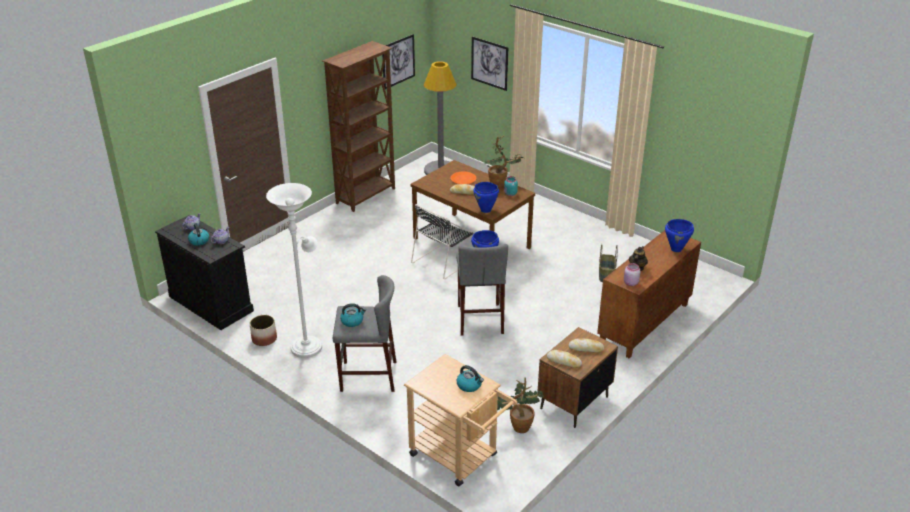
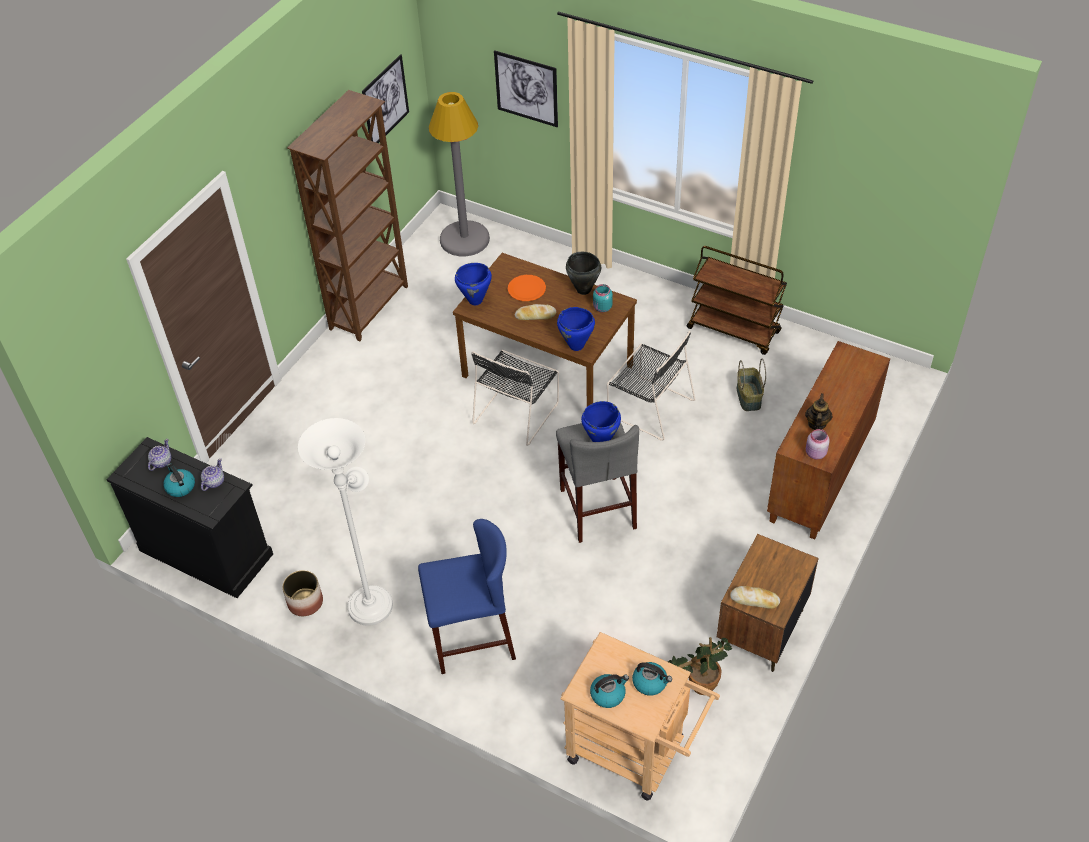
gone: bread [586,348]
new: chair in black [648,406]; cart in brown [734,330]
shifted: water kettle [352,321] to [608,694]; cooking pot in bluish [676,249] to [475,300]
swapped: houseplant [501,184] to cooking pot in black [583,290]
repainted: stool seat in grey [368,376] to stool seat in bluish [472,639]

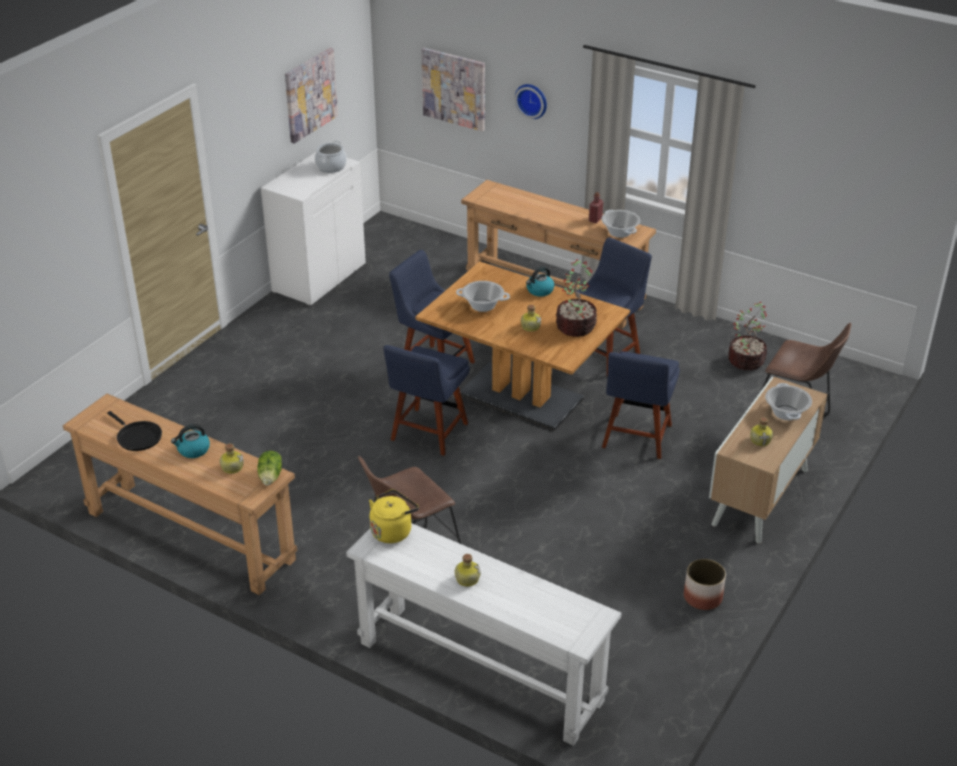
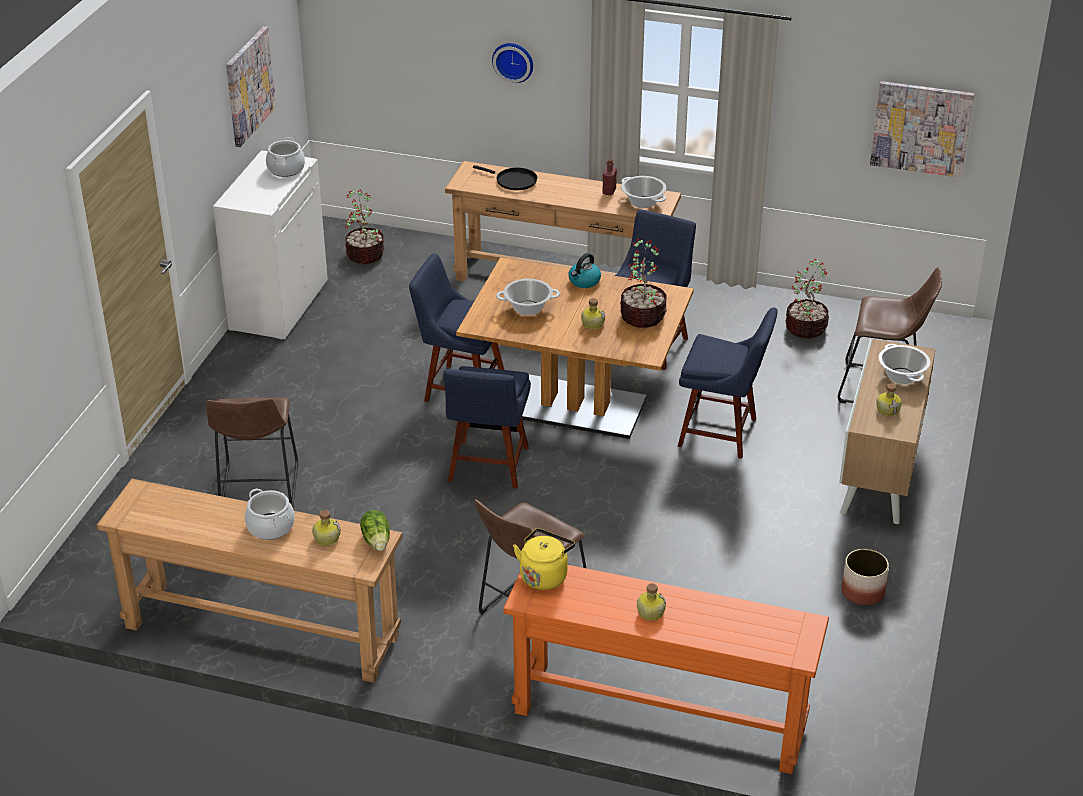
new: stool seat in brown [258,492]; houseplant [364,254]
shifted: pan in black [137,437] to [513,181]; wall picture [454,88] to [921,128]
swapped: water kettle [193,450] to cooking pot [270,526]
repainted: console table in white [480,671] to console table in orange-coloured [659,716]
rotated: chair in bluish [636,438] = [722,433] 75 degrees counterclockwise

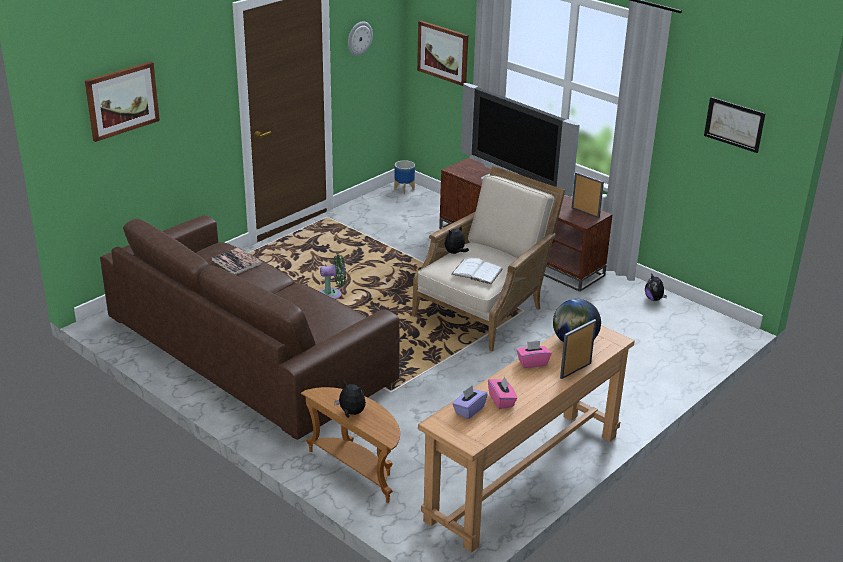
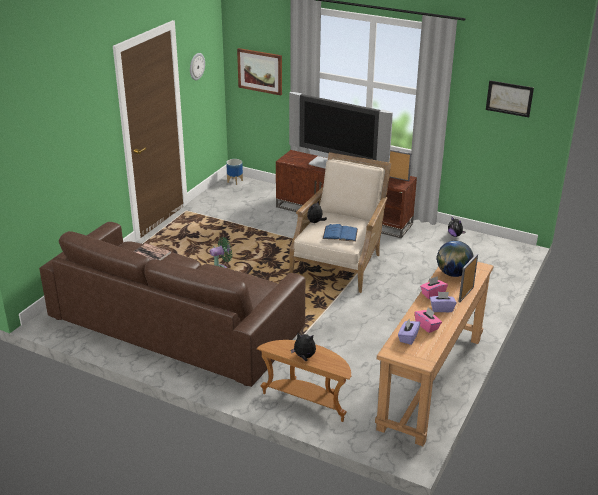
gone: wall picture [122,100]
new: tissue box in purplish [441,309]
repainted: bound book in white [477,271] to bound book in bluish [340,233]

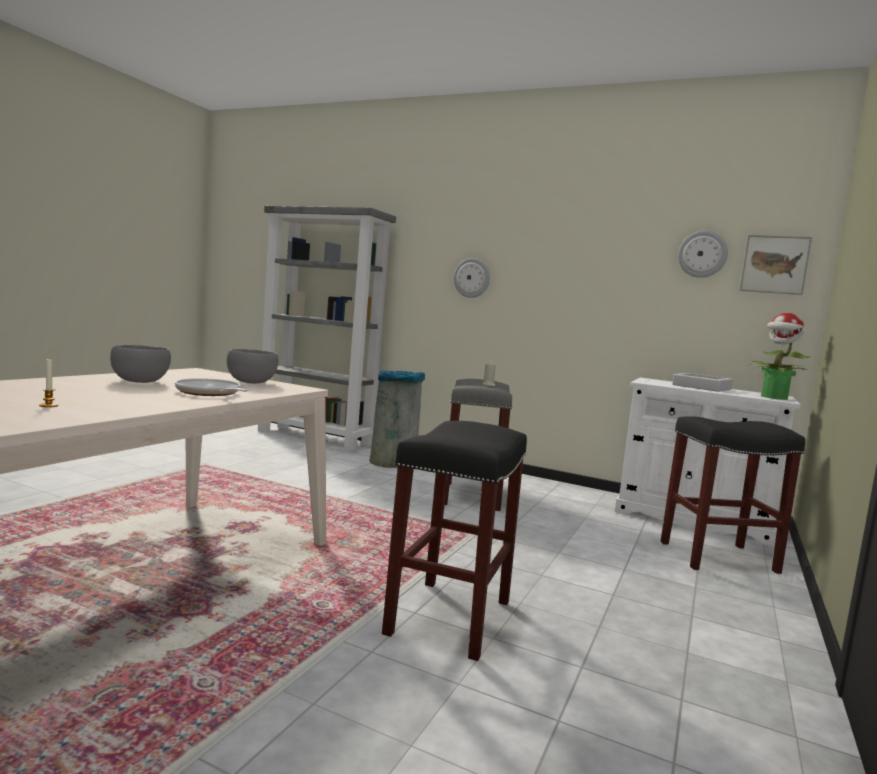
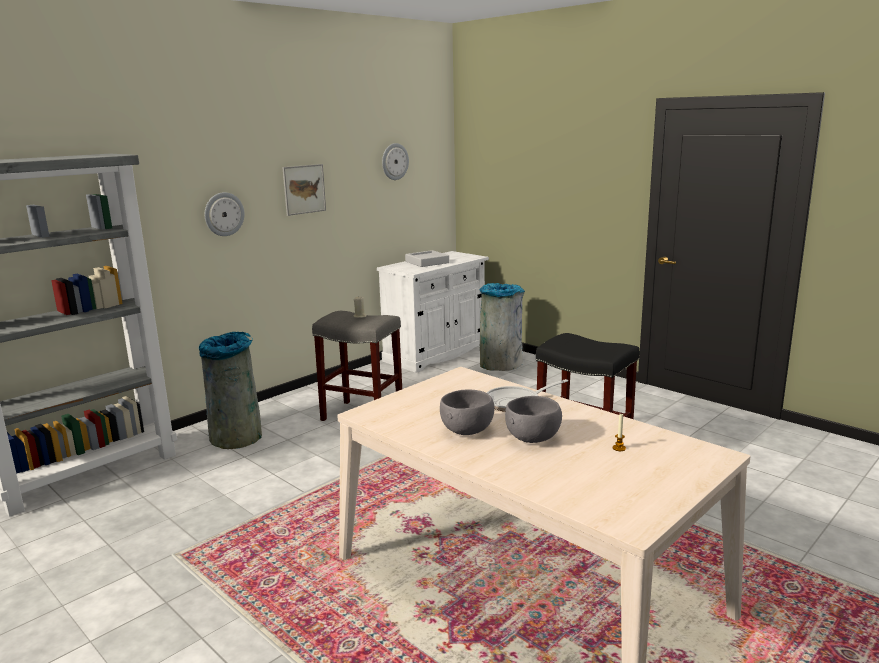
gone: houseplant [774,397]
shifted: serving bowl in grey [251,382] to [533,438]; wall picture [774,264] to [304,189]
swapped: stool seat in black [717,557] to trash can in grey [501,365]

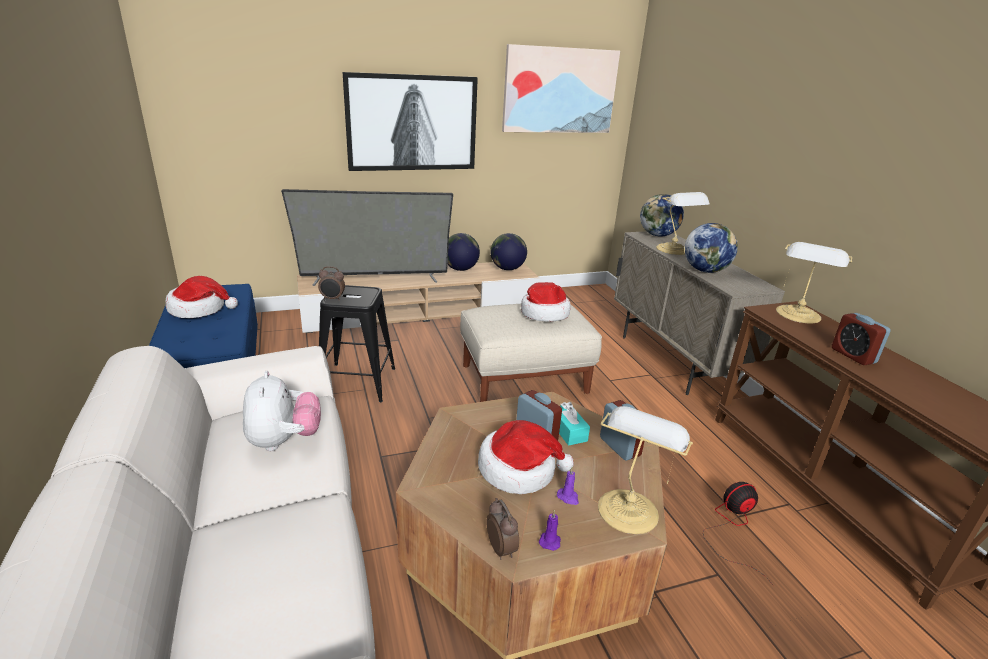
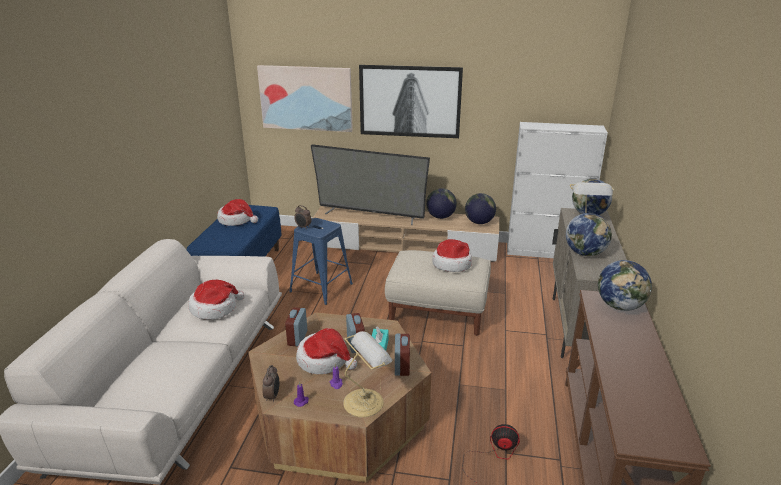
new: cupboard in white [545,252]
shifted: wall picture [559,90] to [306,98]; alarm clock [853,355] to [297,338]
swapped: soft toy [284,441] to hat [215,308]; lamp for a table [798,315] to globe [620,306]
repainted: stool seat in black [357,382] to stool seat in bluish [321,288]

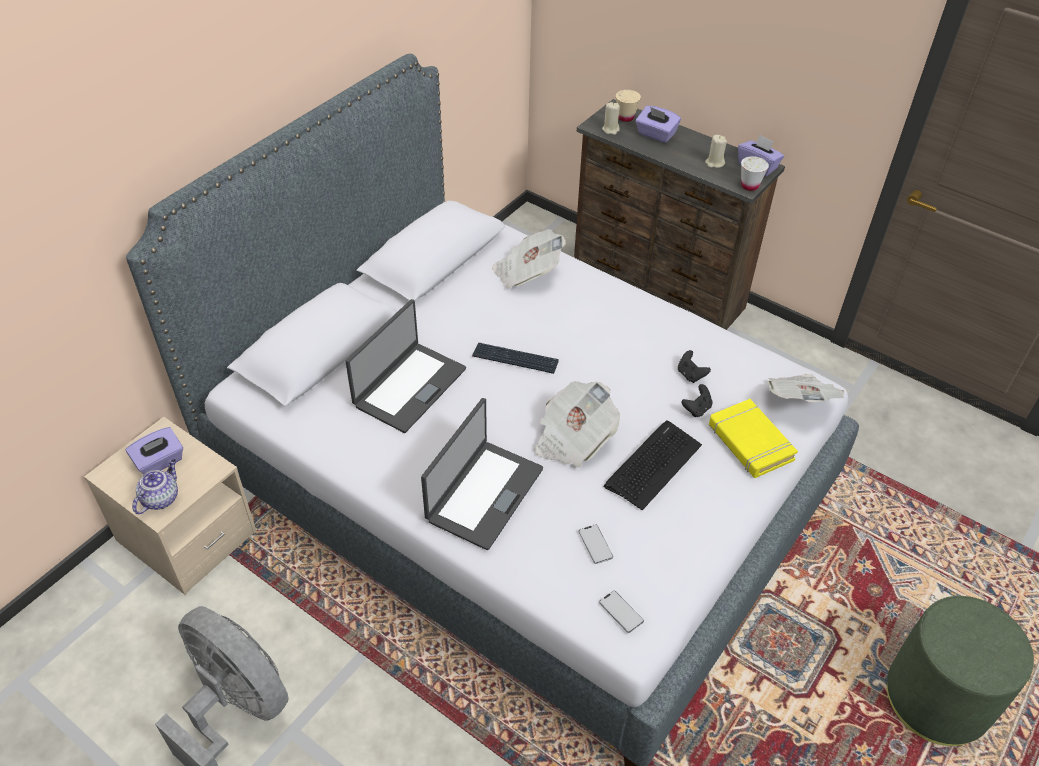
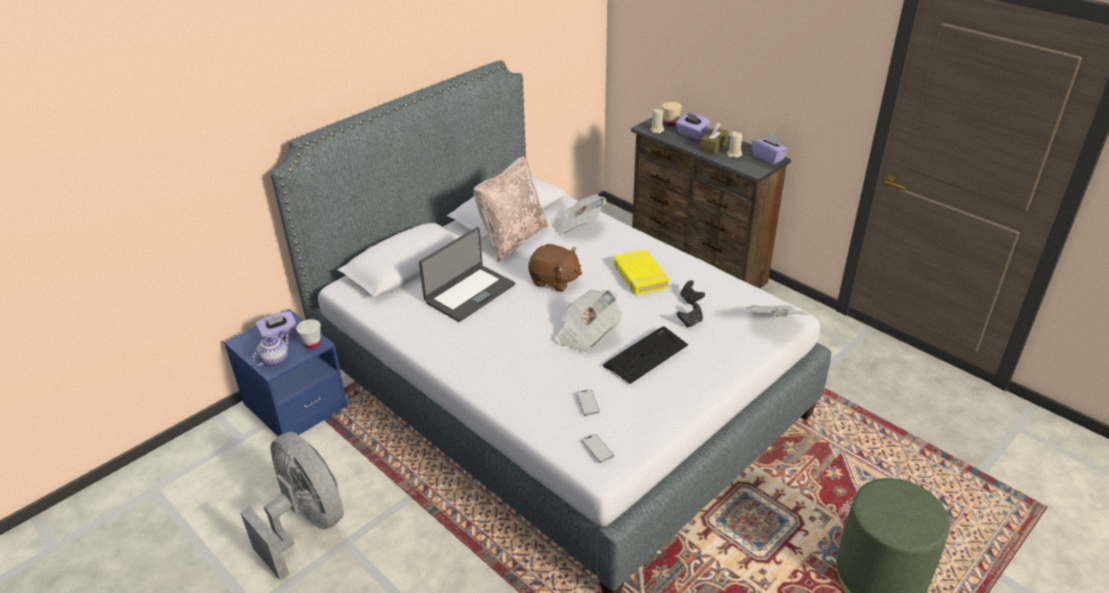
gone: notebook computer [483,494]
new: throw pillow in sand-coloured [512,239]; tissue box in brown [713,146]
shifted: bound book in yellowish [750,442] to [640,276]; cup in white [750,186] to [312,344]
swapped: computer keyboard [515,359] to soft toy in brown [554,281]
repainted: night table in sand-coloured [186,537] to night table in bluish [295,405]

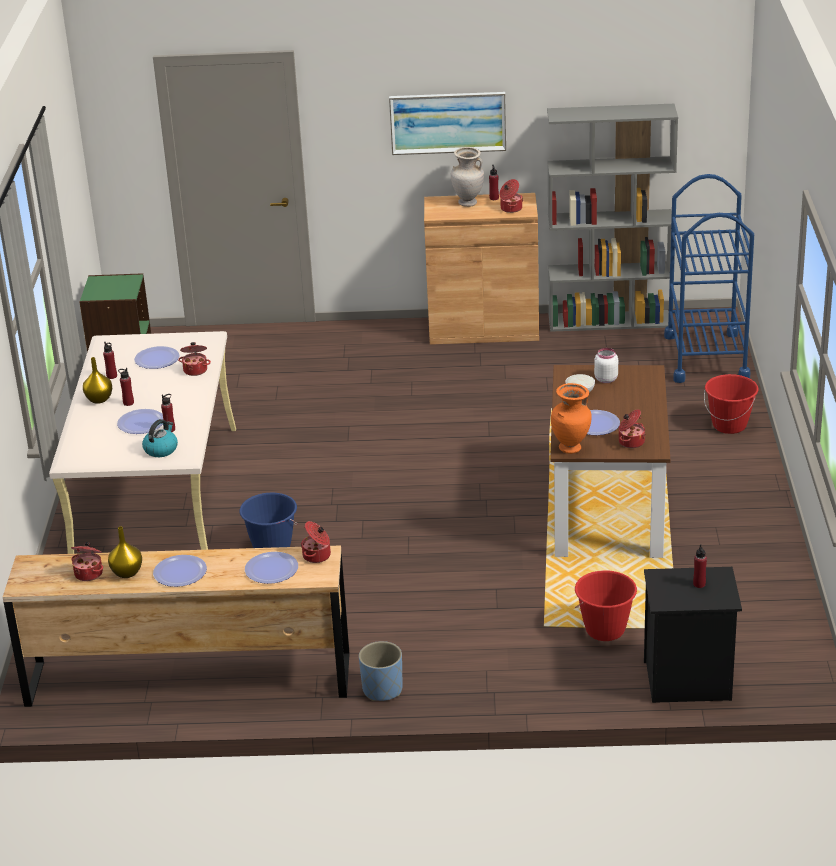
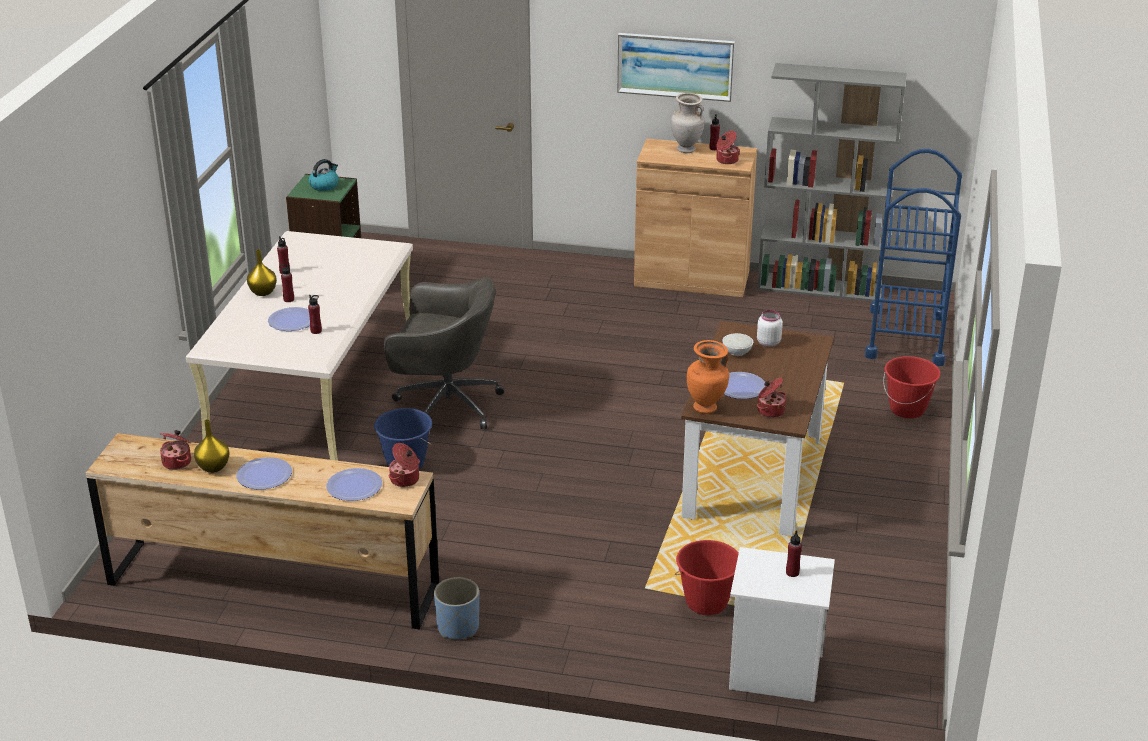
gone: flat dish [157,359]; cooking pot [195,370]
new: computer chair in grey [445,405]
shifted: water kettle [161,449] to [324,185]
repainted: night table in black [686,681] to night table in white [773,673]

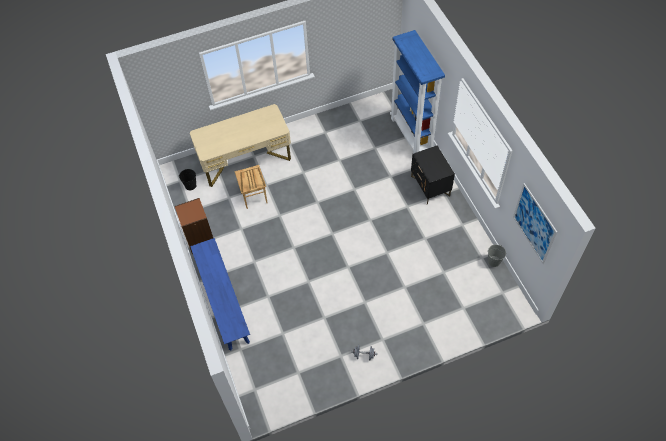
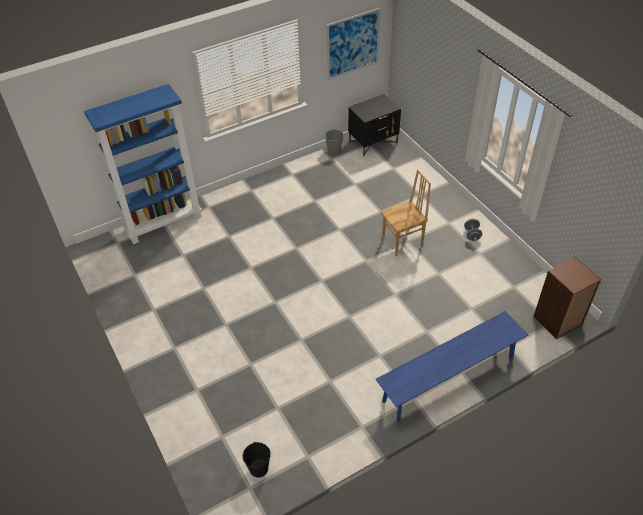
gone: desk table in sand-coloured [245,160]
shifted: bookcase in brown [200,240] to [558,321]; chair in brown [253,197] to [403,243]; night table in black [430,186] to [373,142]

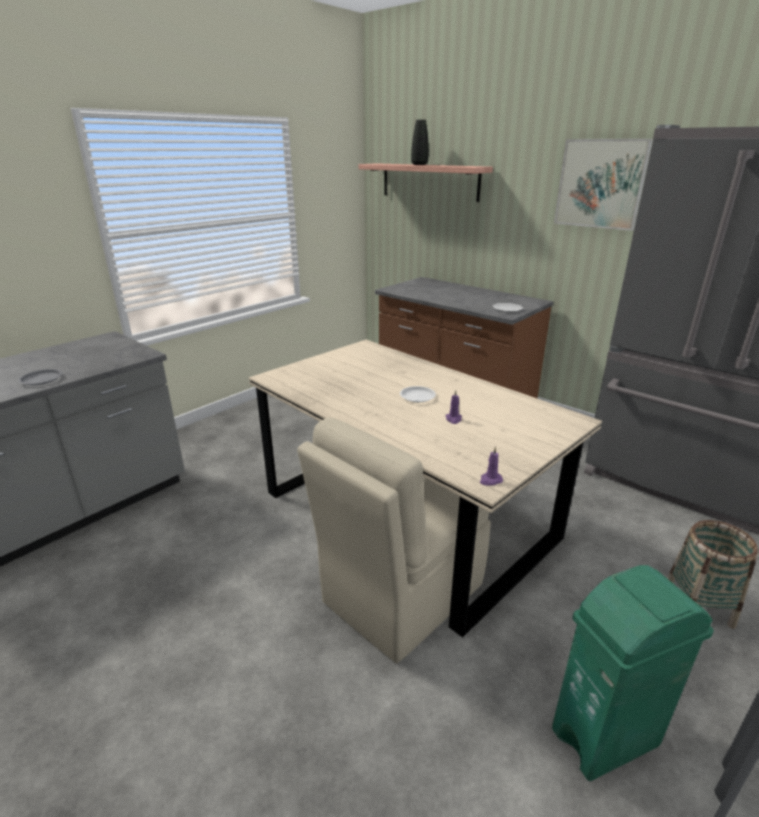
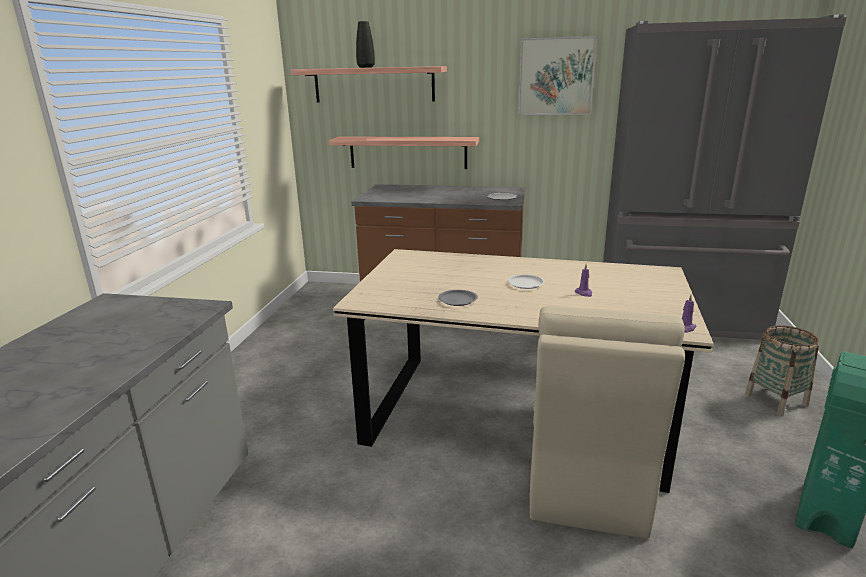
new: bracket shelf [408,152]
shifted: flat dish in grey [41,379] to [457,300]

